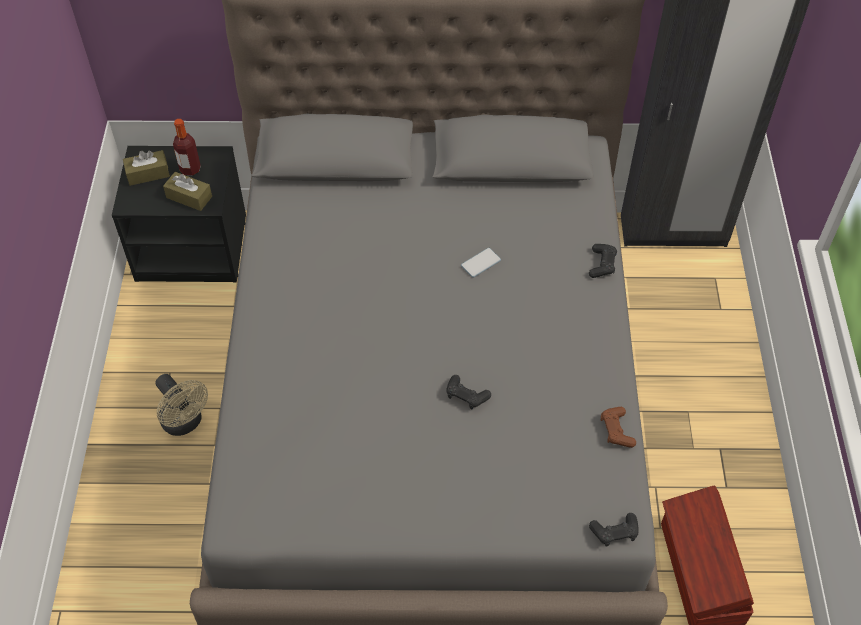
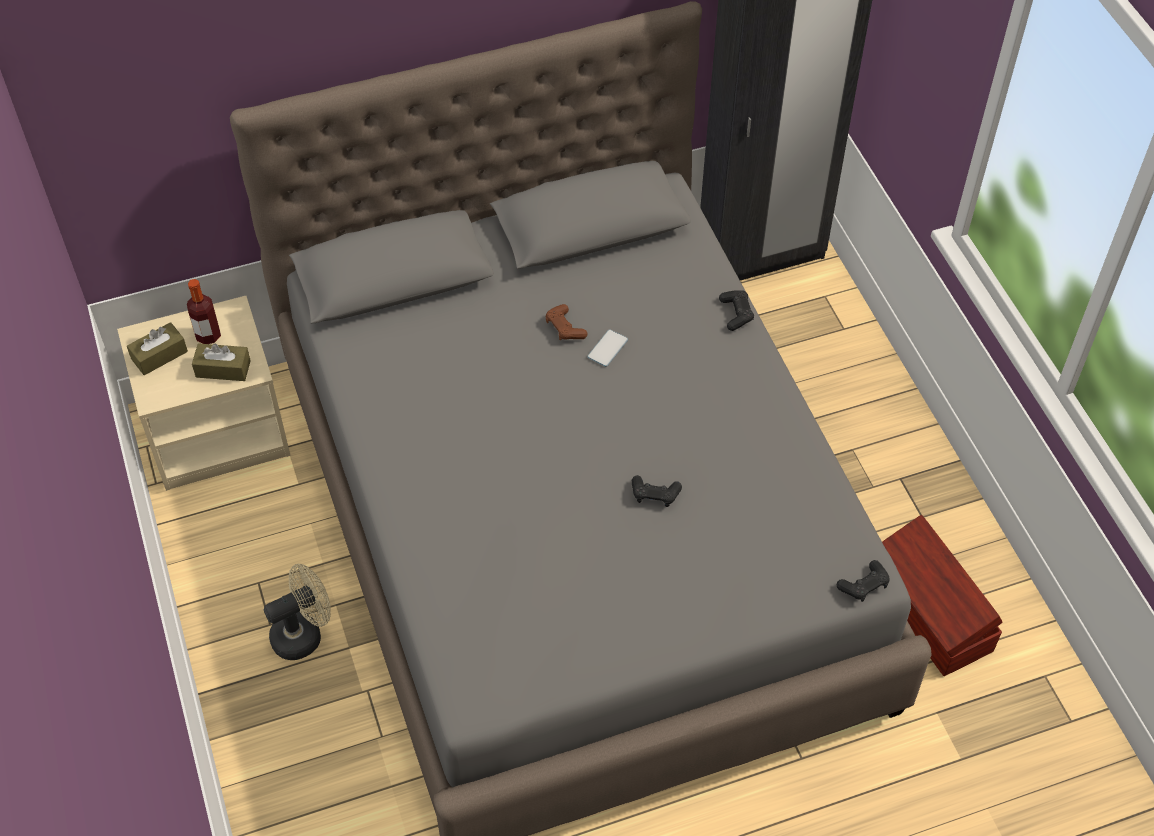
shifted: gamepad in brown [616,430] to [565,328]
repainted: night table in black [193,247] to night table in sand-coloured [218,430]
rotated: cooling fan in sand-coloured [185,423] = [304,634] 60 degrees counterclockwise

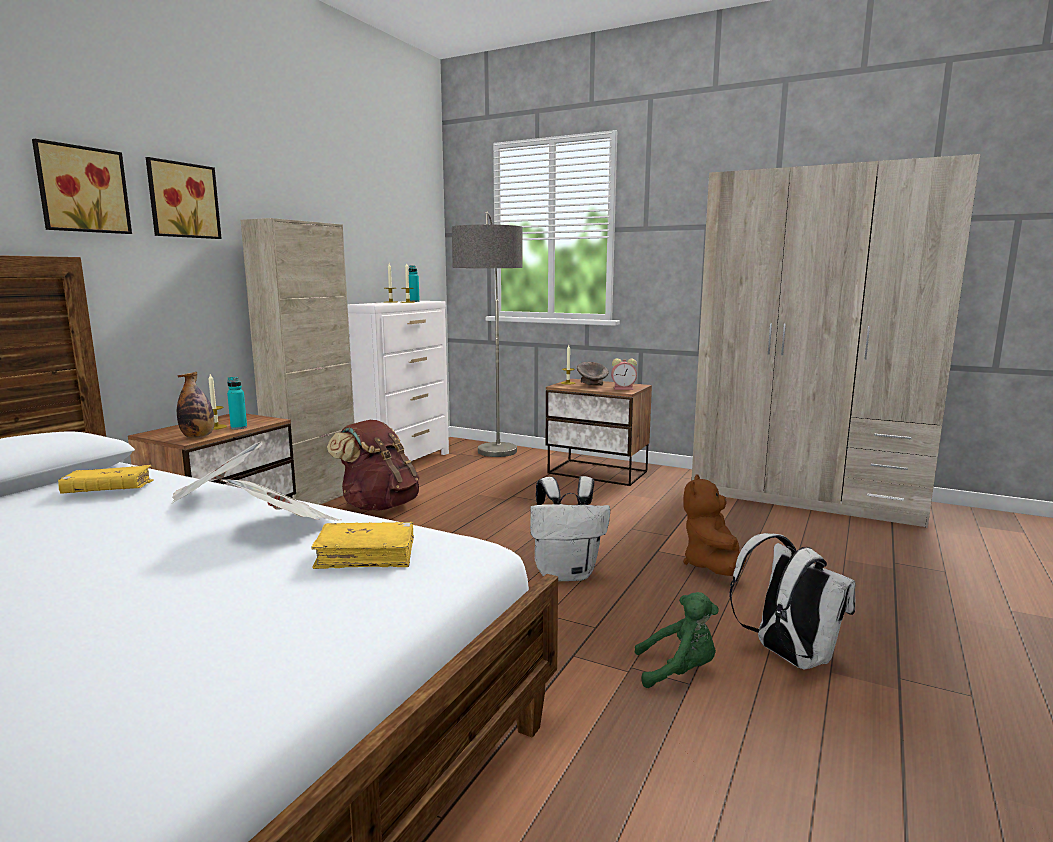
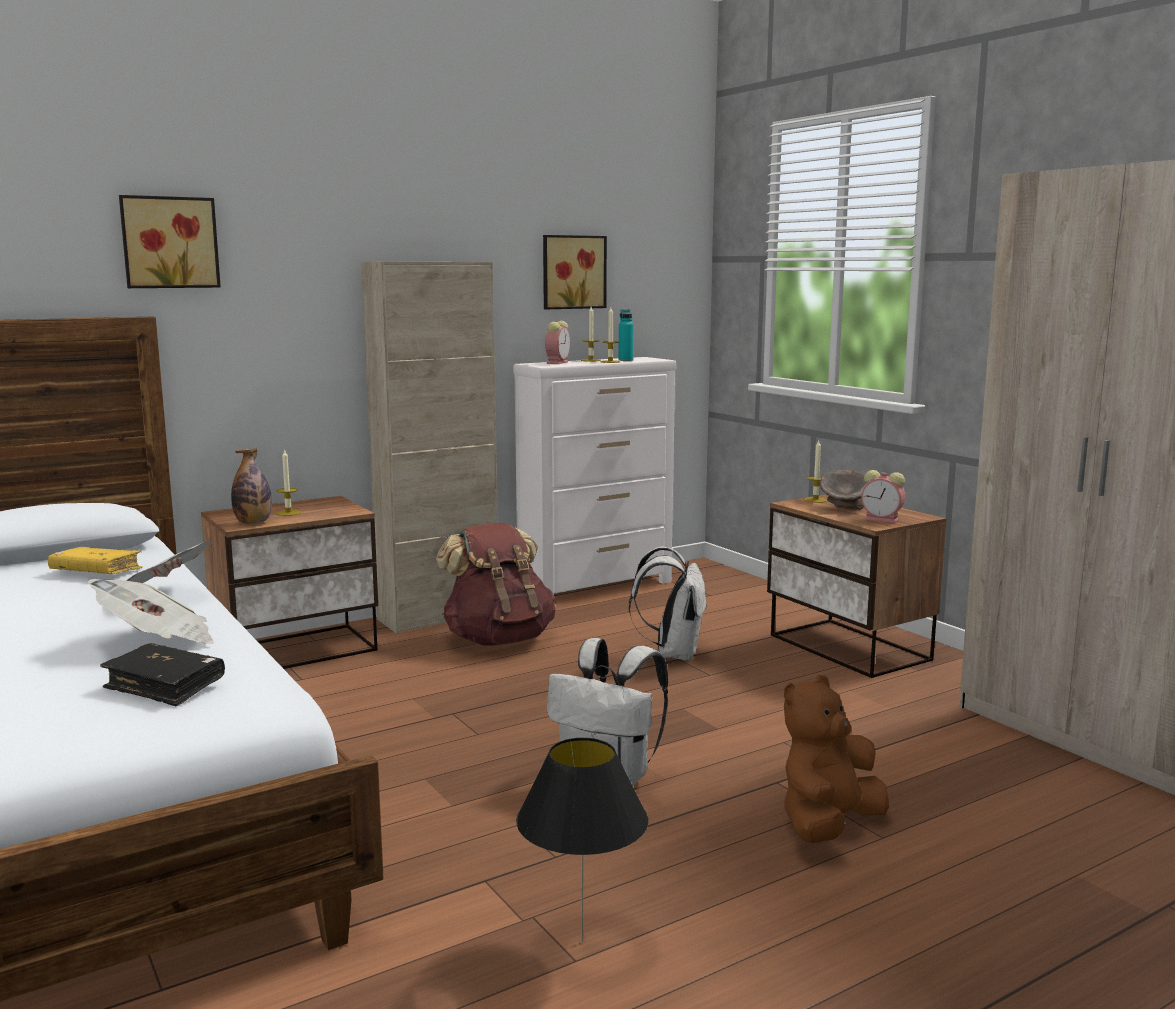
gone: drink bottle in turquoise [239,427]; standing lamp [492,465]
new: alarm clock [557,363]
shifted: wall picture [182,200] to [572,272]; knapsack in white [787,656] to [673,654]
swapped: soft toy in green-coloured [678,671] to lamp for a table in black [582,941]
repainted: bound book in yellowish [366,556] to bound book in black [165,686]

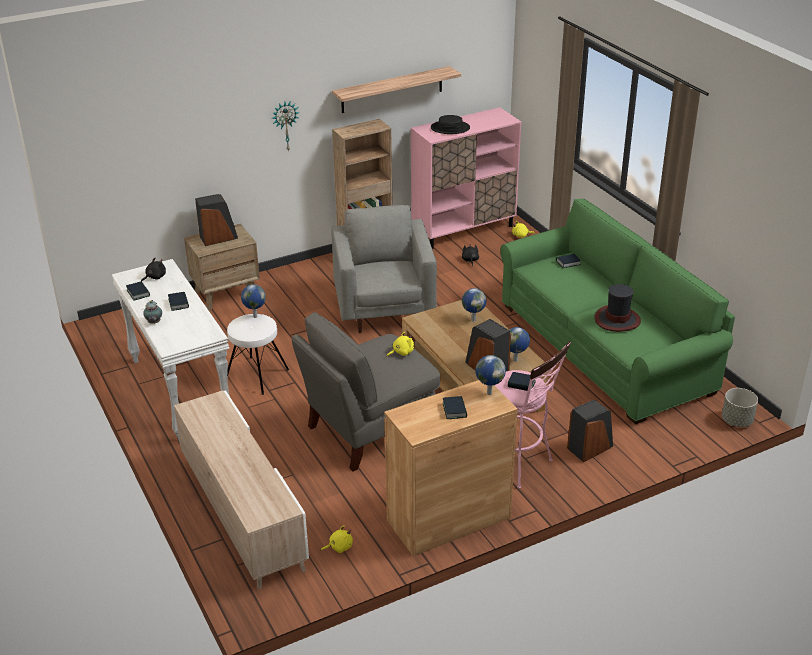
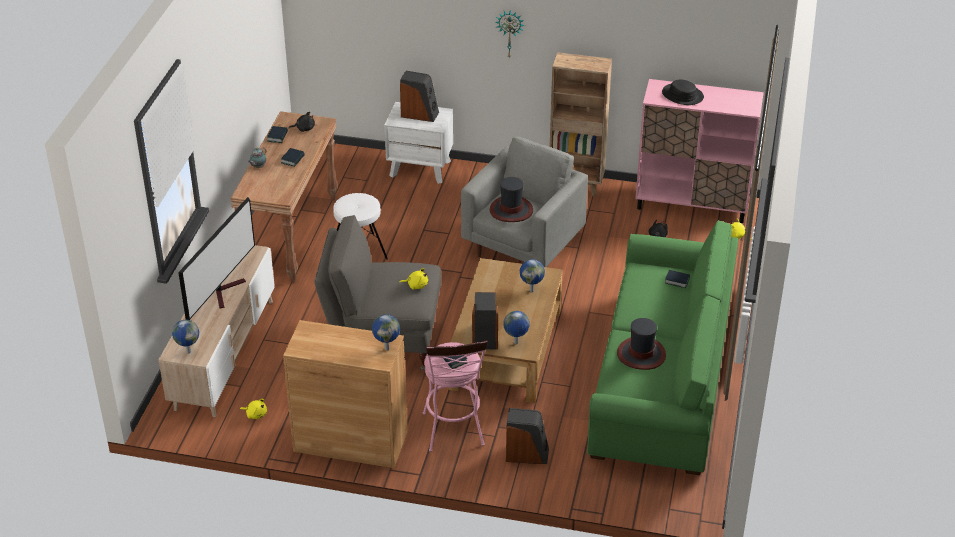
gone: bracket shelf [392,90]; bound book [454,410]; plant pot in grey [737,421]
new: television [225,291]; hat [511,210]
shifted: globe [254,316] to [188,351]
repainted: console table in white [179,392] to console table in brown [291,235]; night table in brown [226,294] to night table in white [420,168]

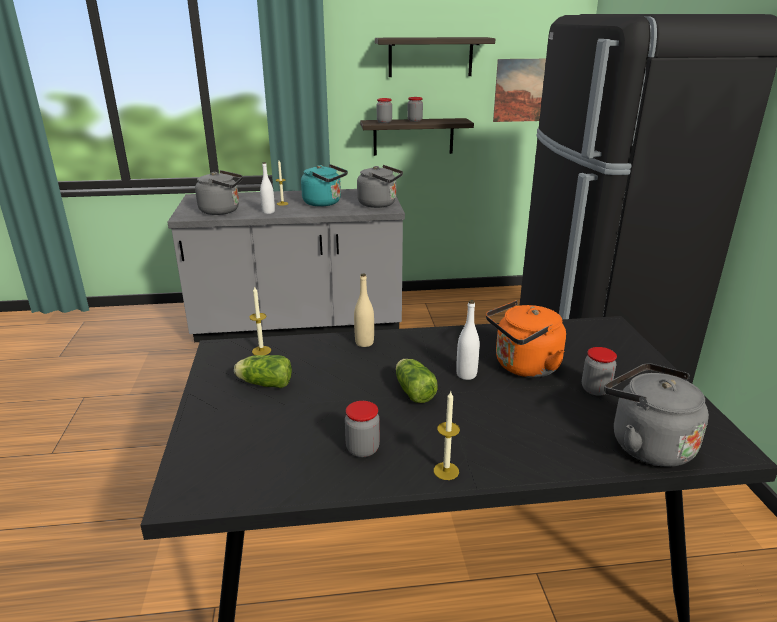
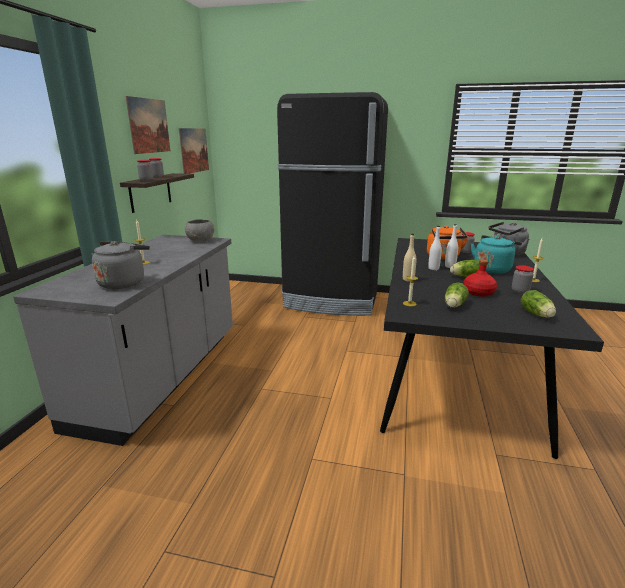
new: drink bottle in red [478,292]; head of lettuce [537,314]
shifted: drink bottle in white [268,212] to [433,268]; water kettle in turquoise [324,203] to [492,269]
swapped: water kettle in grey [380,204] to serving bowl in grey [201,240]; bracket shelf [430,57] to wall picture [149,126]

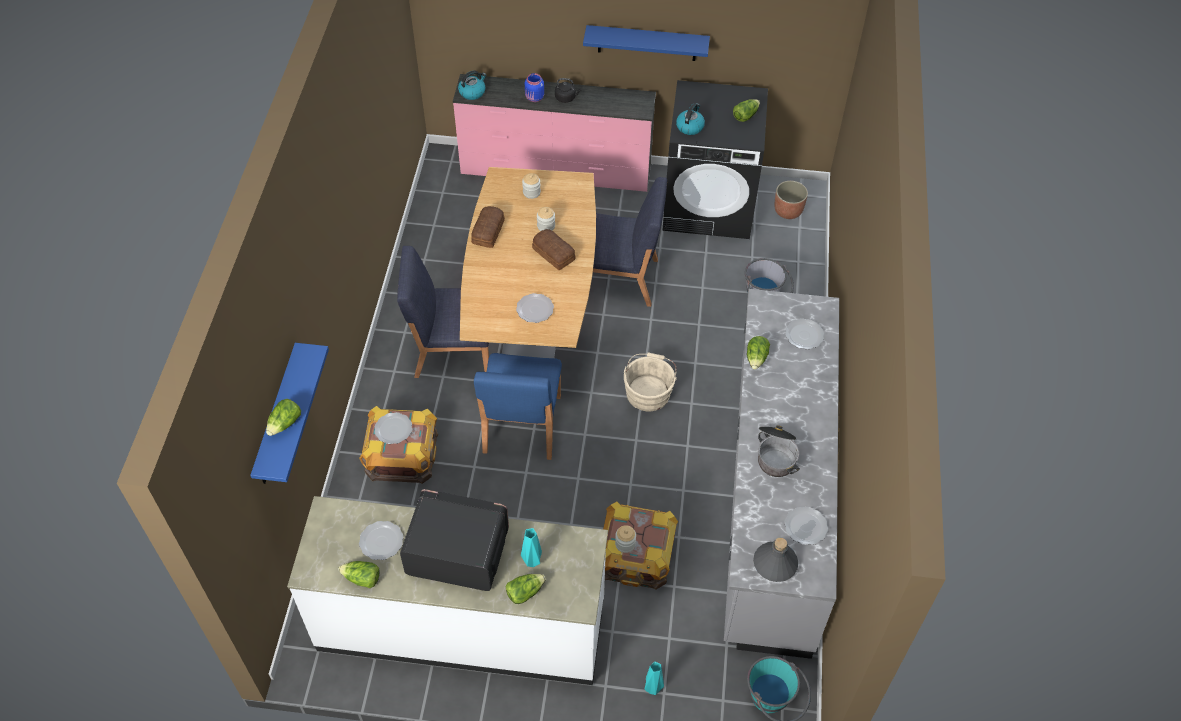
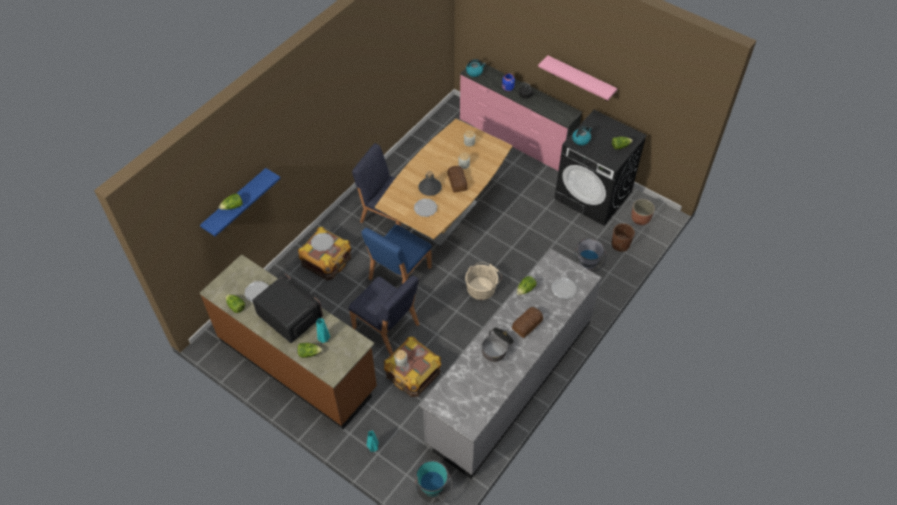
gone: flat dish [805,527]
new: plant pot in brown [620,244]
shifted: bread [489,231] to [528,325]; chair in bluish [620,279] to [386,327]; drink bottle in grey [775,564] to [430,188]
repainted: kitchen base unit in white [462,625] to kitchen base unit in brown [298,364]; bracket shelf in bluish [647,43] to bracket shelf in pink-coloured [580,79]

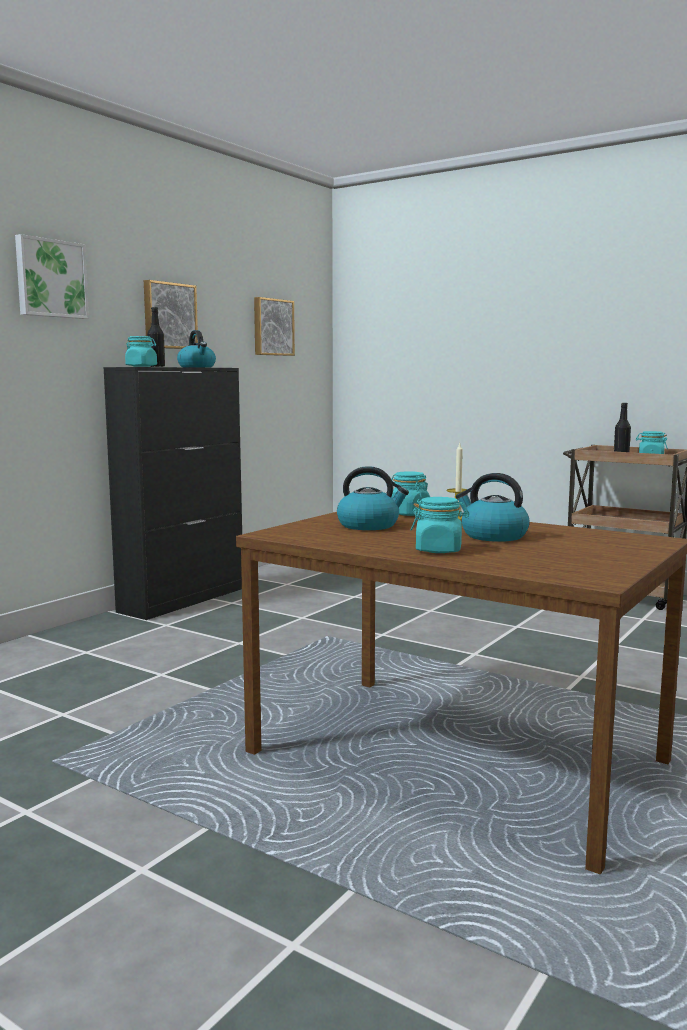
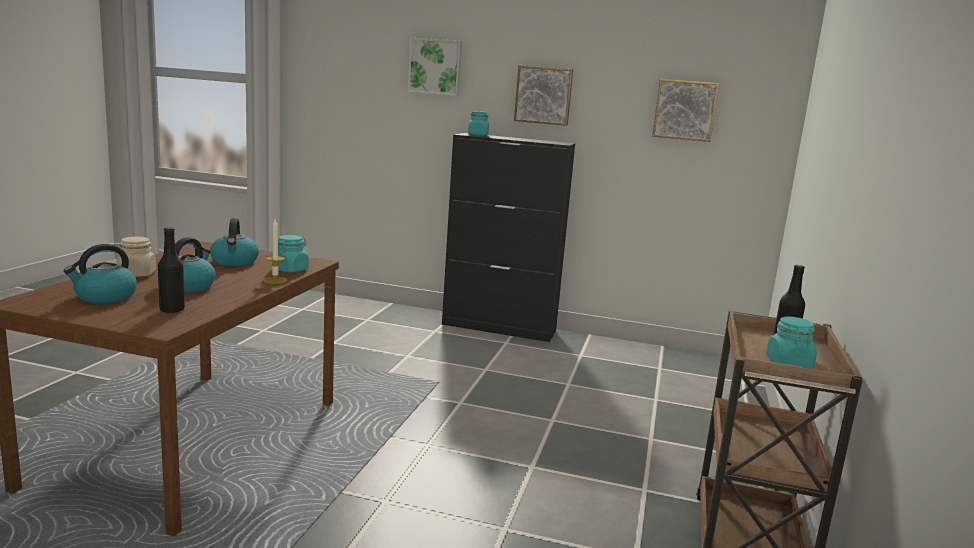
shifted: drink bottle in black [156,367] to [172,310]; water kettle [197,367] to [105,297]
repainted: jar in turquoise [439,550] to jar in sand-coloured [137,274]

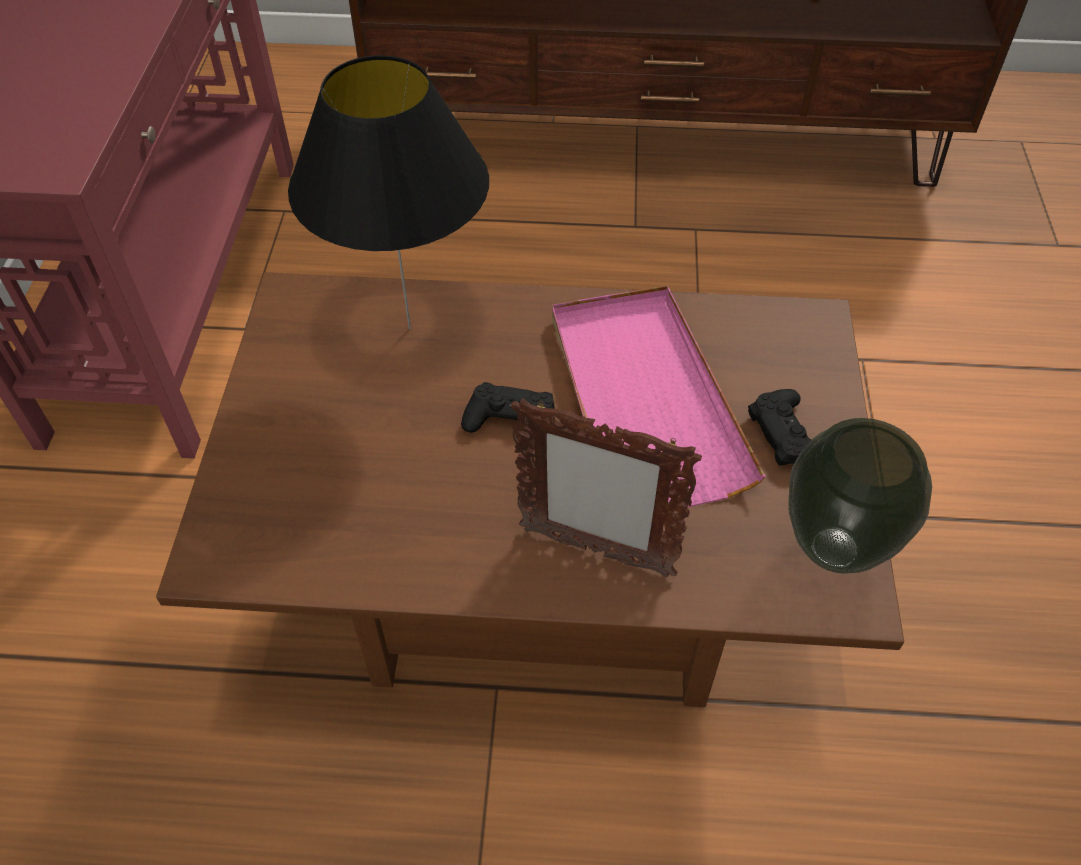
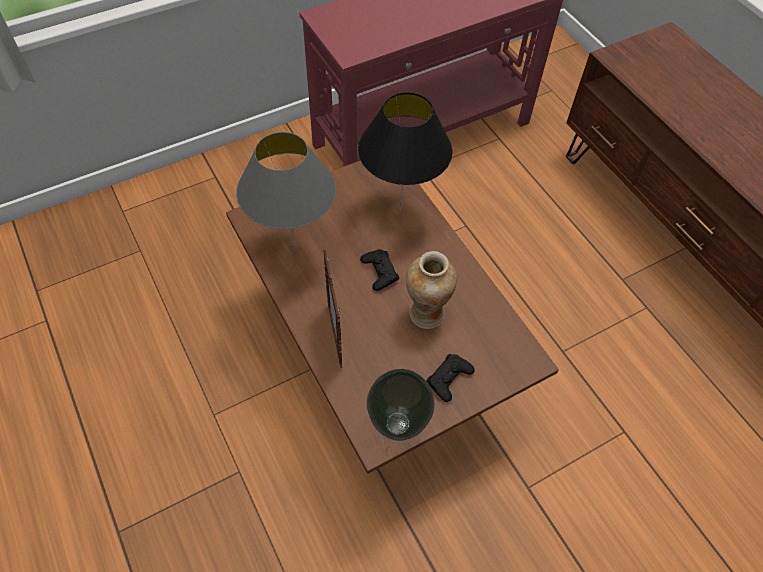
new: lamp for a table in grey [294,250]
swapped: tray in pink-coloured [644,400] to decorative vase [426,314]

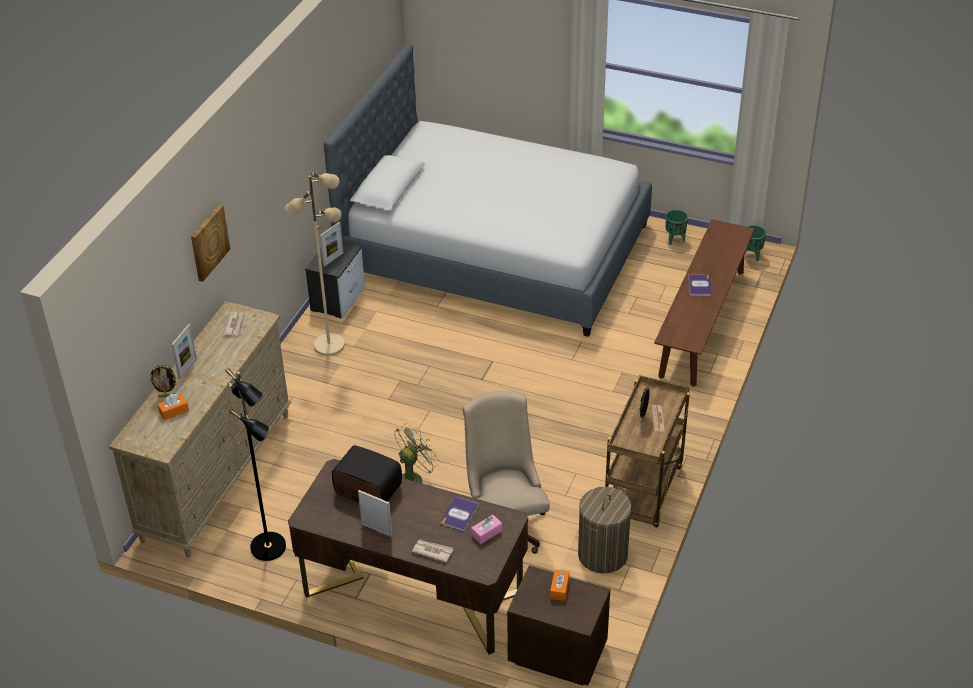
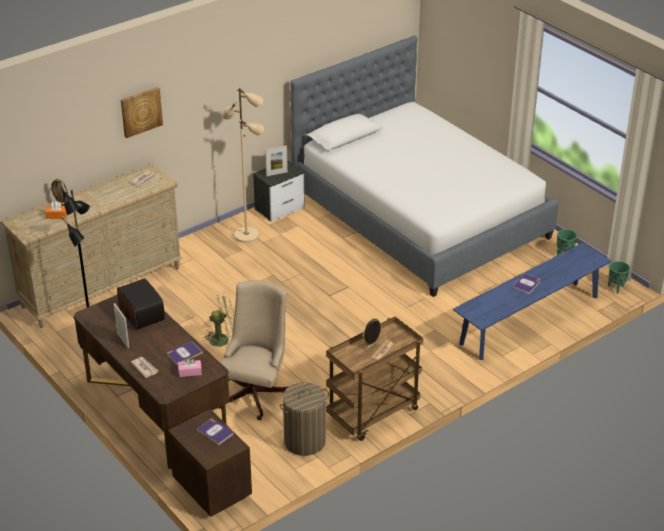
gone: photo frame [187,368]
swapped: tissue box in orange-coloured [559,589] to bound book [215,432]
repainted: indoor bench in brown [702,323] to indoor bench in bluish [530,320]

